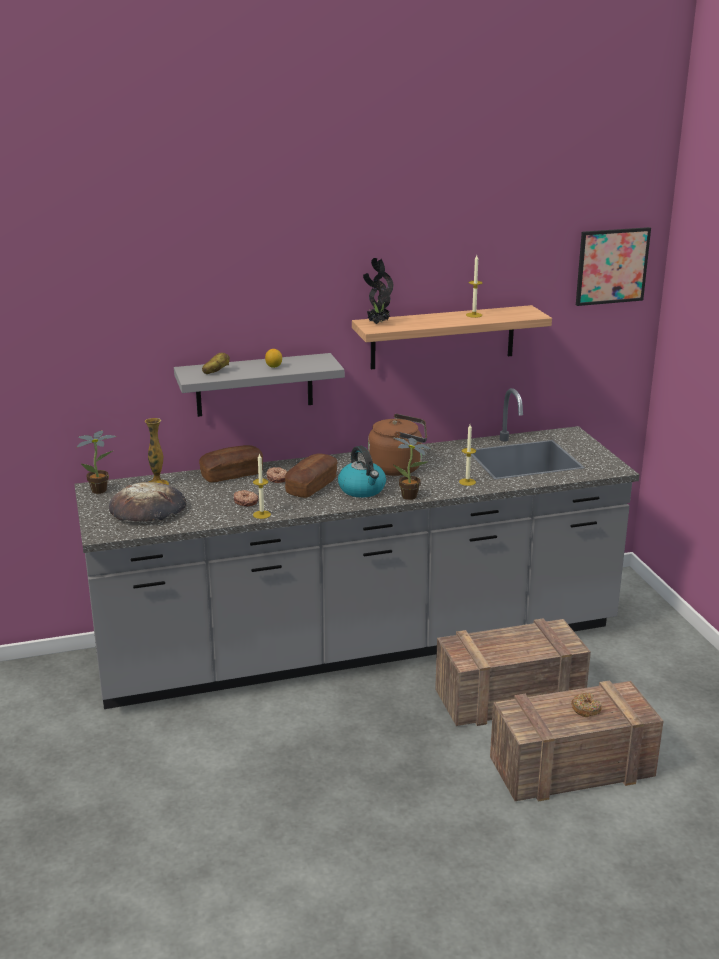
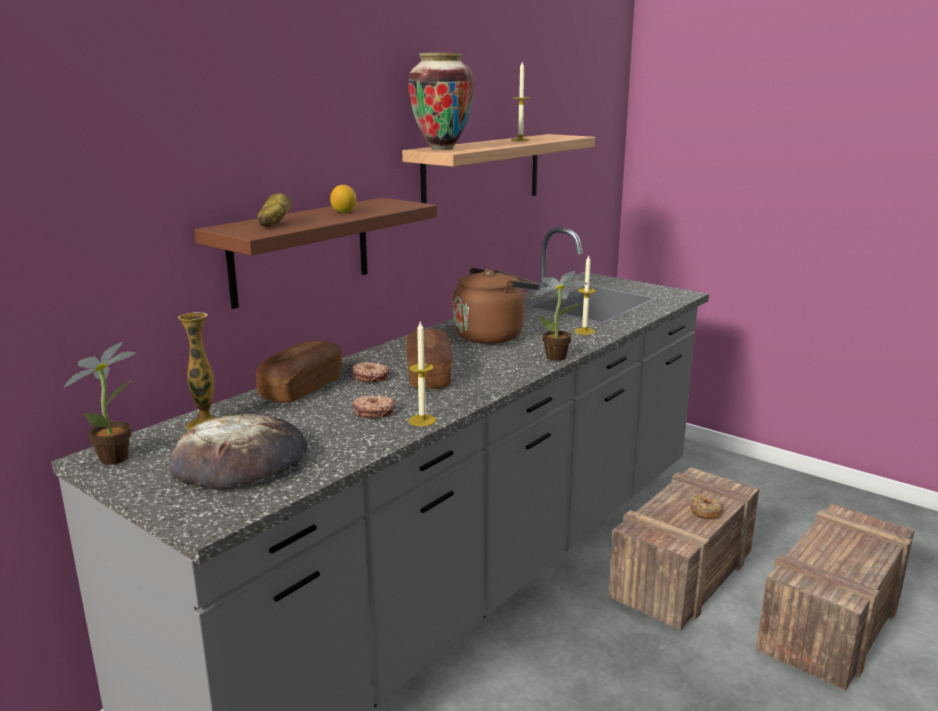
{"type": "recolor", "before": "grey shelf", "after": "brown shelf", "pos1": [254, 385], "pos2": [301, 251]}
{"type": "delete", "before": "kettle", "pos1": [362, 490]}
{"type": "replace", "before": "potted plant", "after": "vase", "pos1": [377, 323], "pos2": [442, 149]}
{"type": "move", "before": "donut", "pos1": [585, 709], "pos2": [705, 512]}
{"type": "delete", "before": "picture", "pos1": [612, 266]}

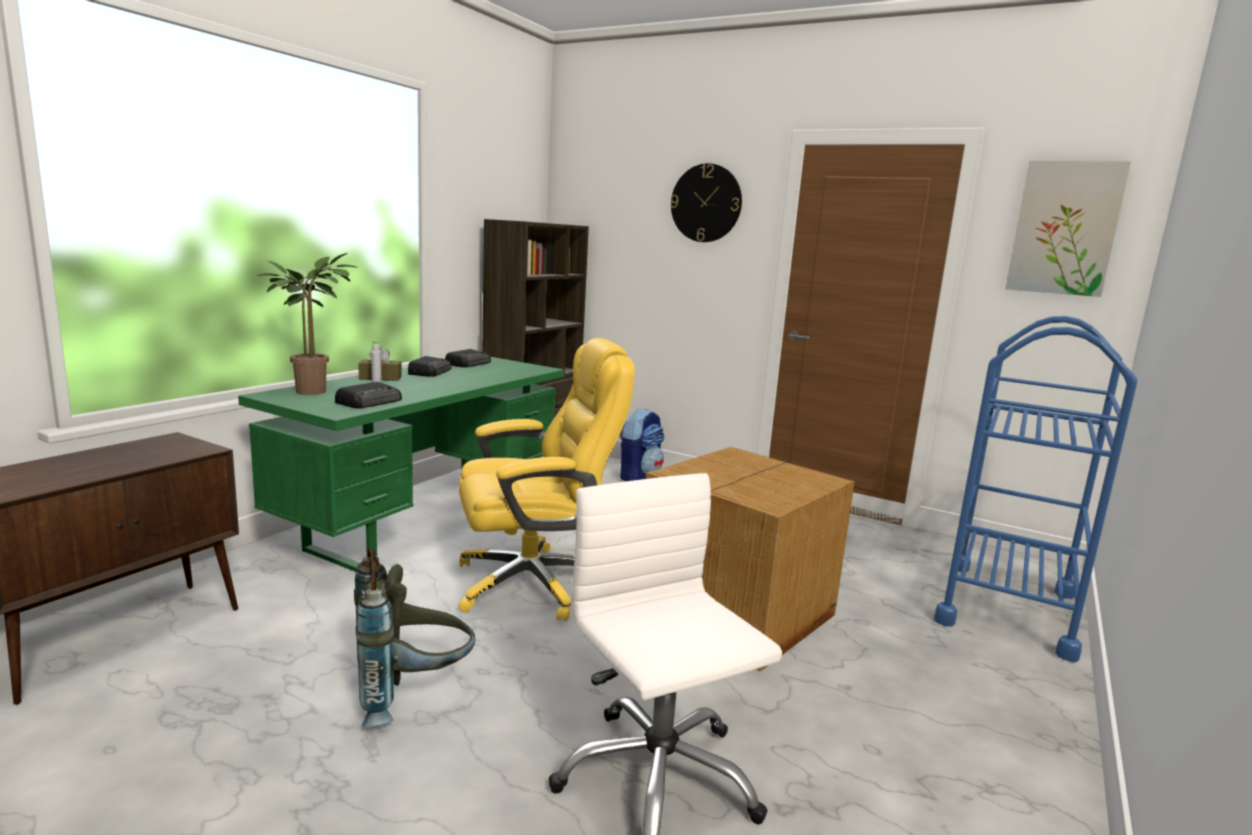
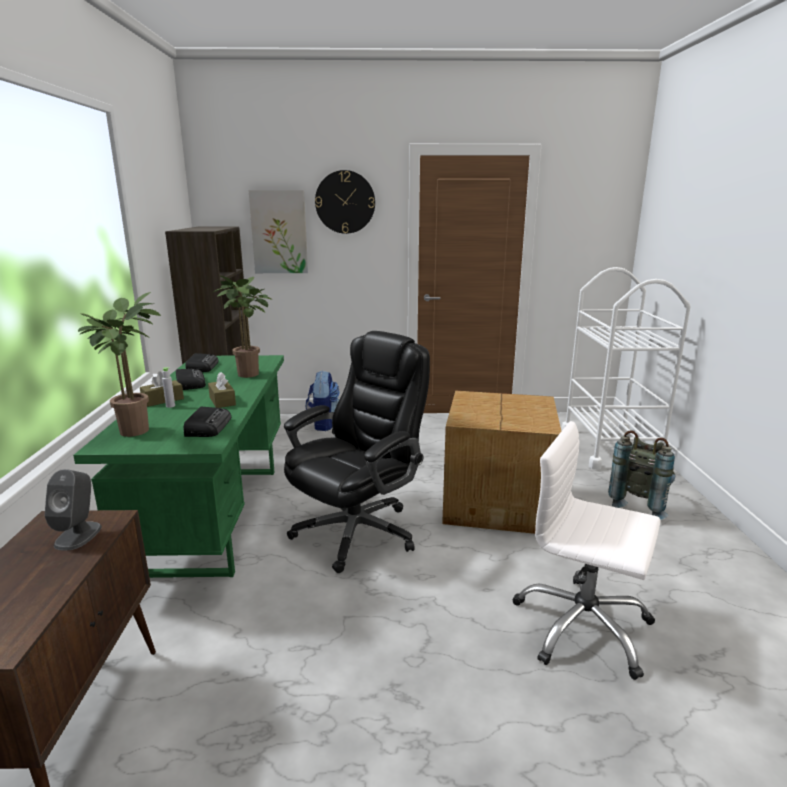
{"type": "move", "before": "grey backpack", "pos1": [413, 695], "pos2": [640, 504]}
{"type": "recolor", "before": "yellow office chair", "after": "black office chair", "pos1": [534, 583], "pos2": [358, 531]}
{"type": "recolor", "before": "blue cart", "after": "white cart", "pos1": [1007, 608], "pos2": [610, 448]}
{"type": "move", "before": "picture", "pos1": [1064, 228], "pos2": [279, 232]}
{"type": "insert", "after": "grey speaker", "pos2": [78, 535]}
{"type": "insert", "after": "brown tissue box", "pos2": [222, 401]}
{"type": "insert", "after": "potted plant", "pos2": [250, 375]}

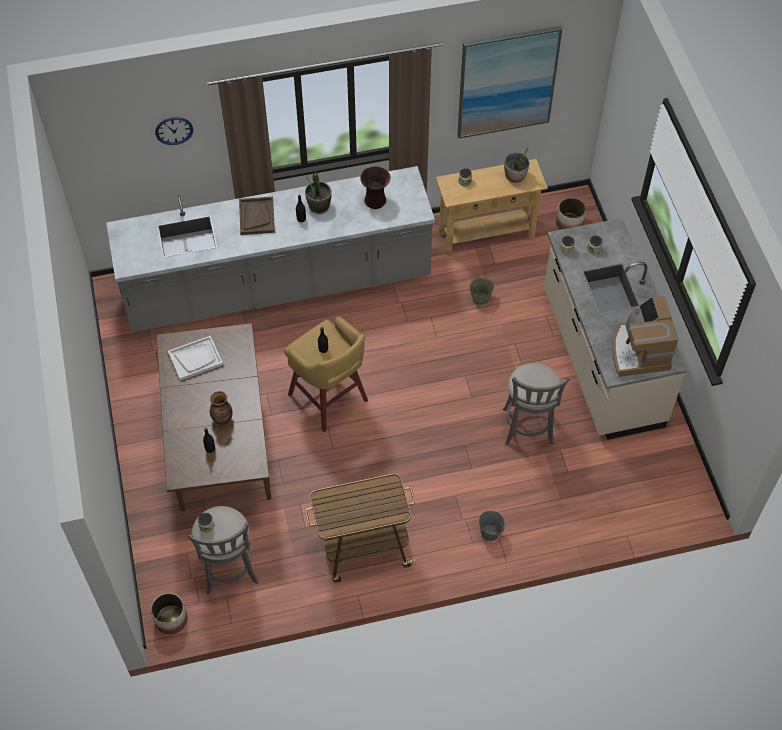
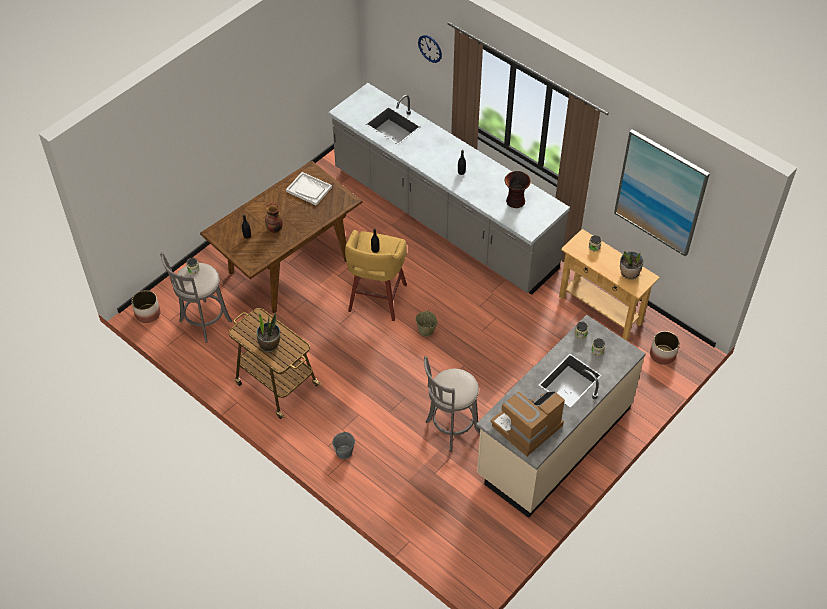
{"type": "delete", "before": "brown tray", "pos1": [256, 216]}
{"type": "move", "before": "potted plant", "pos1": [319, 206], "pos2": [269, 344]}
{"type": "move", "before": "beige bucket", "pos1": [481, 298], "pos2": [426, 330]}

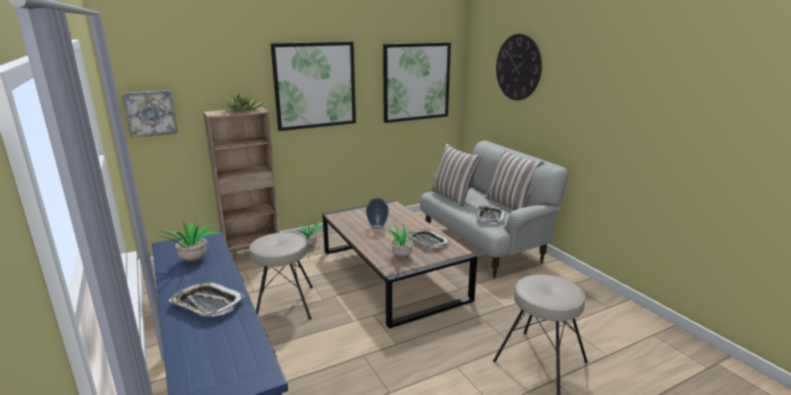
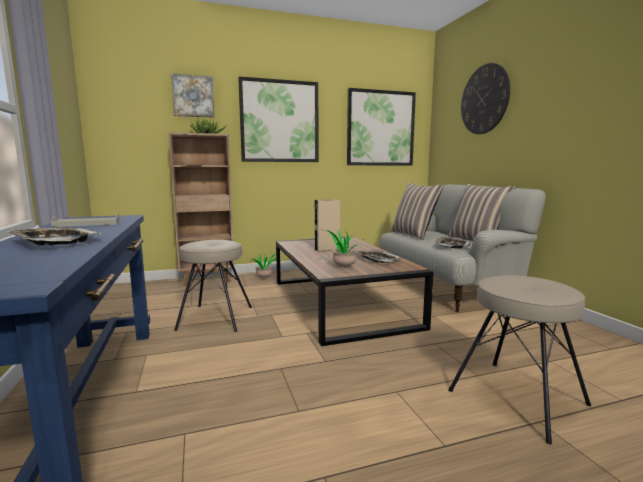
{"type": "move", "before": "picture", "pos1": [150, 113], "pos2": [193, 96]}
{"type": "replace", "before": "potted plant", "after": "grey tray", "pos1": [193, 261], "pos2": [87, 224]}
{"type": "replace", "before": "vase", "after": "beige speaker", "pos1": [378, 227], "pos2": [327, 249]}

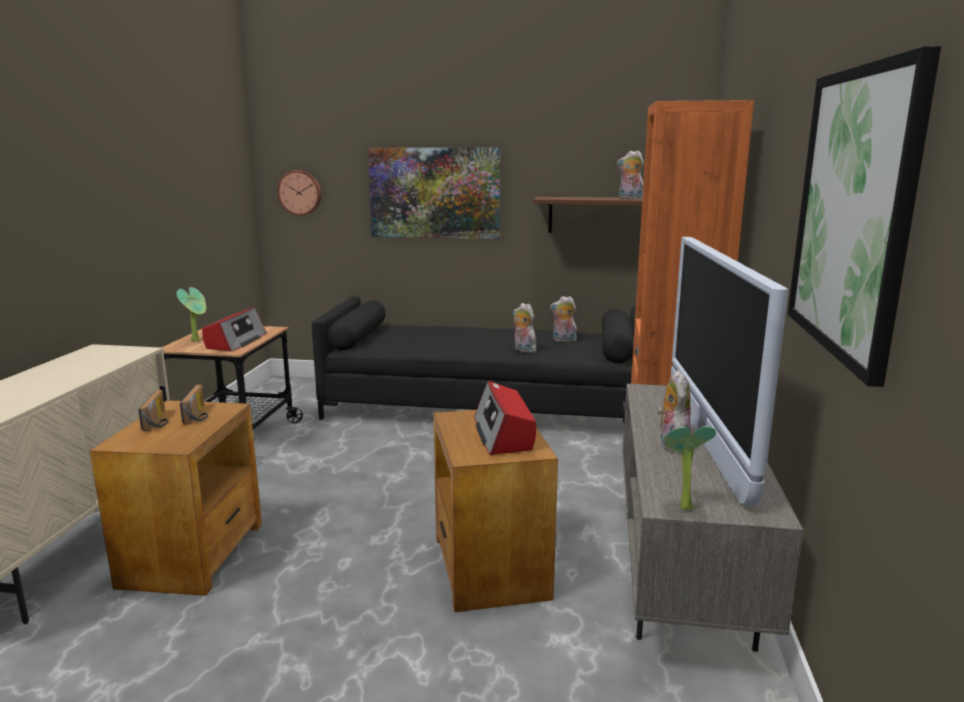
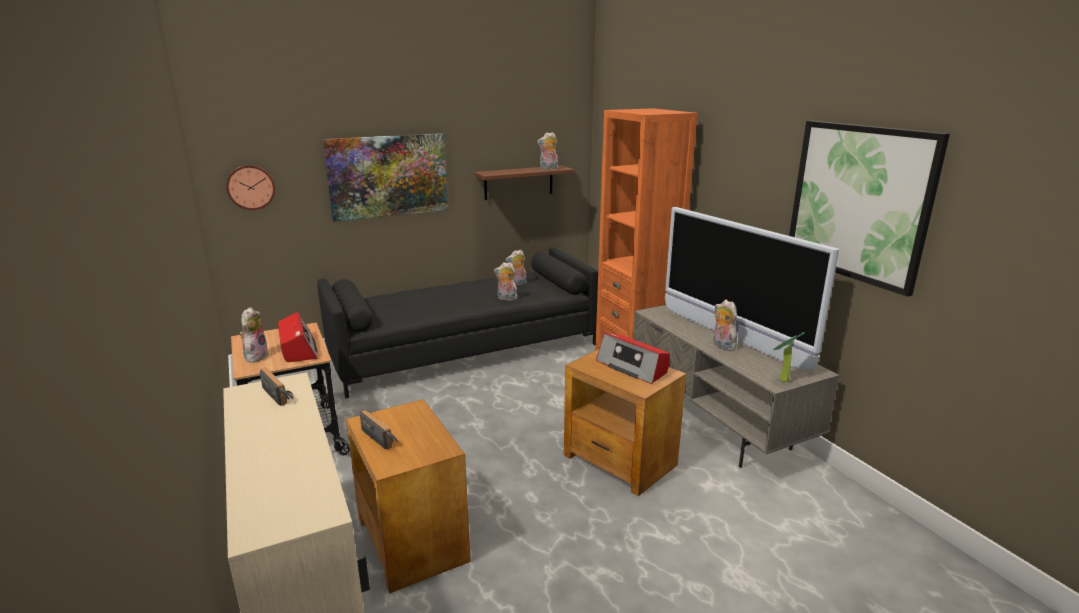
{"type": "replace", "before": "potted plant", "after": "plush toy", "pos1": [197, 340], "pos2": [256, 356]}
{"type": "move", "before": "radio", "pos1": [199, 415], "pos2": [280, 395]}

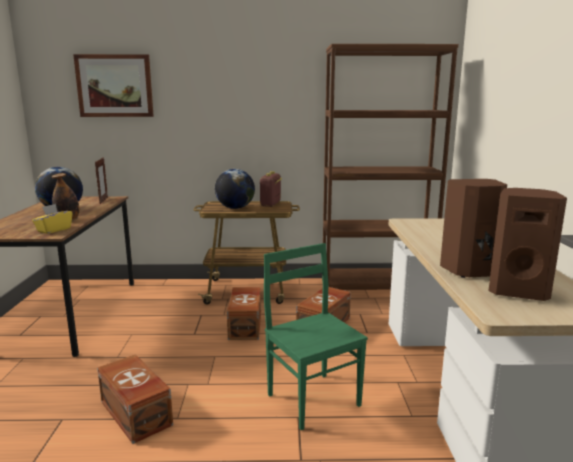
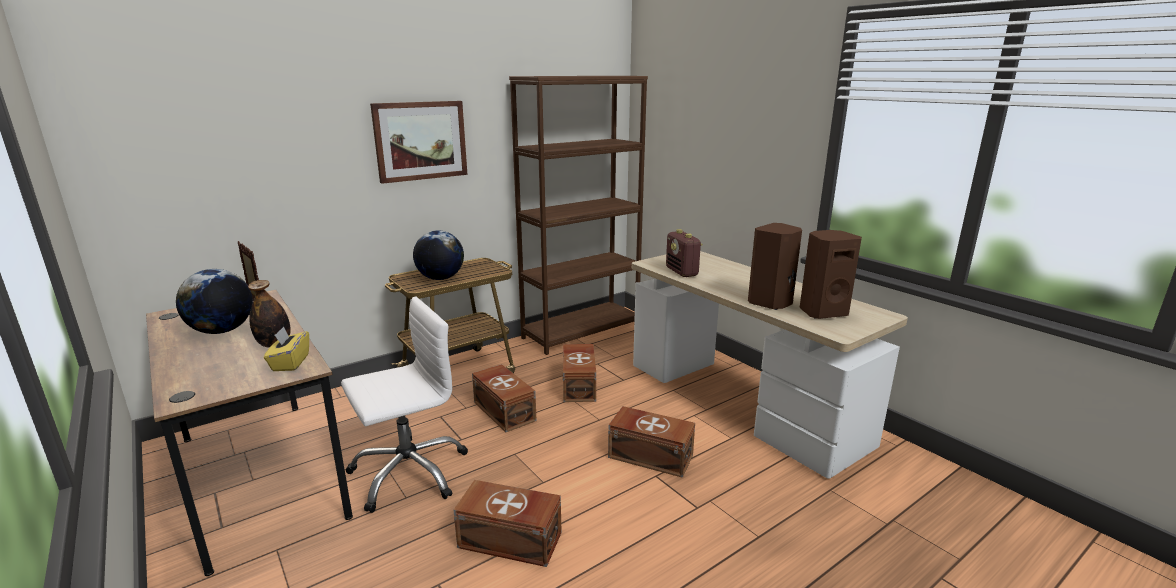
{"type": "move", "before": "picture", "pos1": [115, 86], "pos2": [420, 141]}
{"type": "move", "before": "radio", "pos1": [270, 204], "pos2": [682, 272]}
{"type": "replace", "before": "green chair", "after": "brown storage box", "pos1": [314, 399], "pos2": [649, 455]}
{"type": "insert", "after": "white office chair", "pos2": [409, 472]}

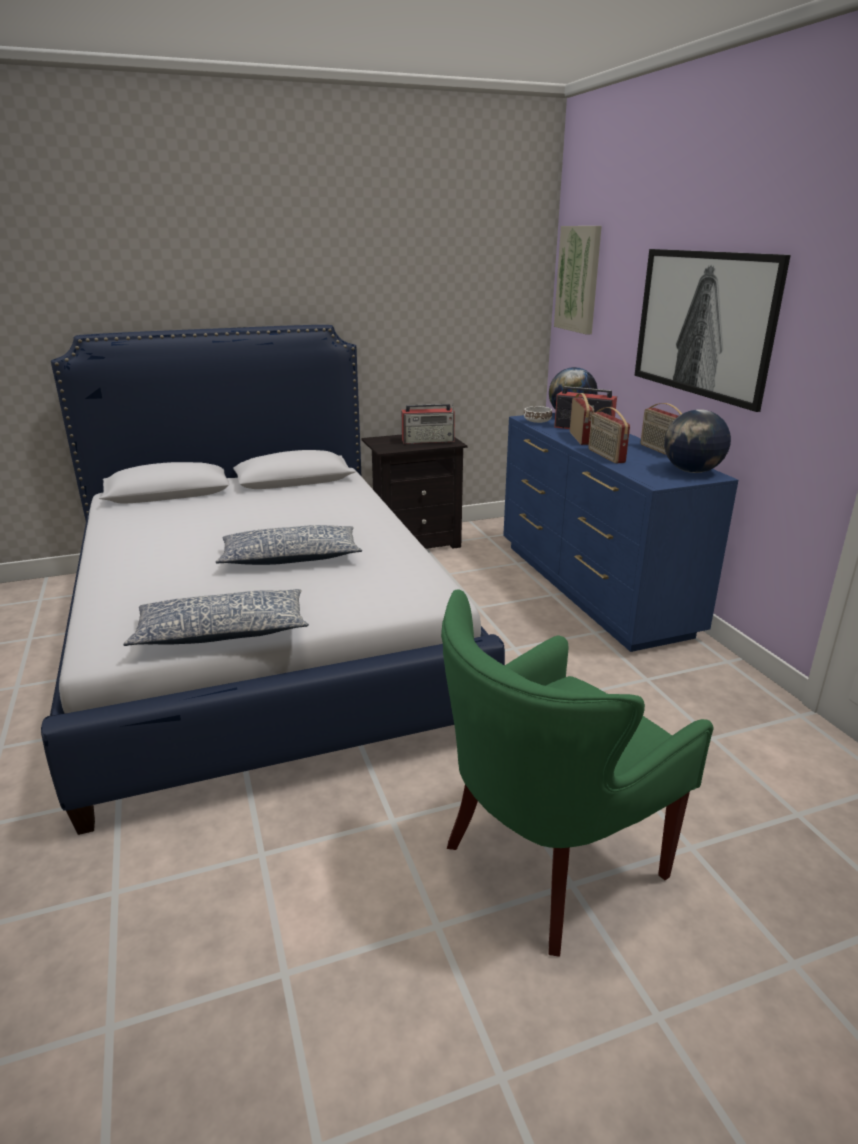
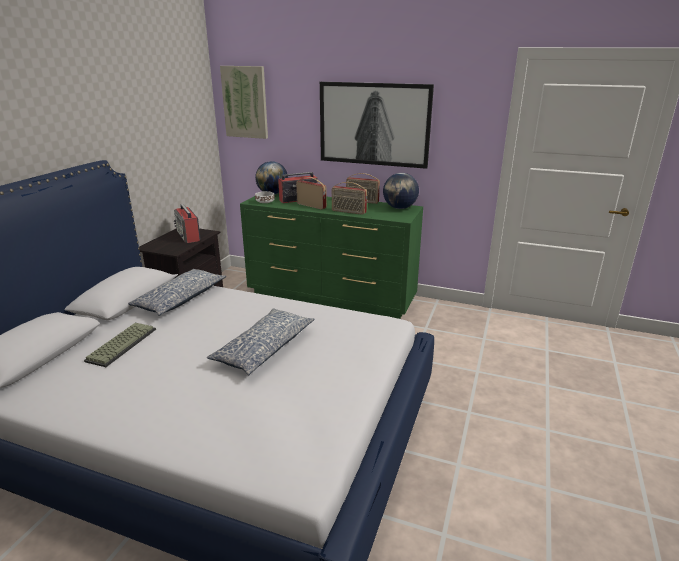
{"type": "move", "before": "pillow", "pos1": [222, 632], "pos2": [180, 299]}
{"type": "rotate", "before": "radio", "pos1": [428, 441], "pos2": [188, 236], "turn": 120}
{"type": "delete", "before": "green armchair", "pos1": [547, 862]}
{"type": "recolor", "before": "blue dresser", "after": "green dresser", "pos1": [591, 588], "pos2": [332, 296]}
{"type": "insert", "after": "keyboard", "pos2": [121, 344]}

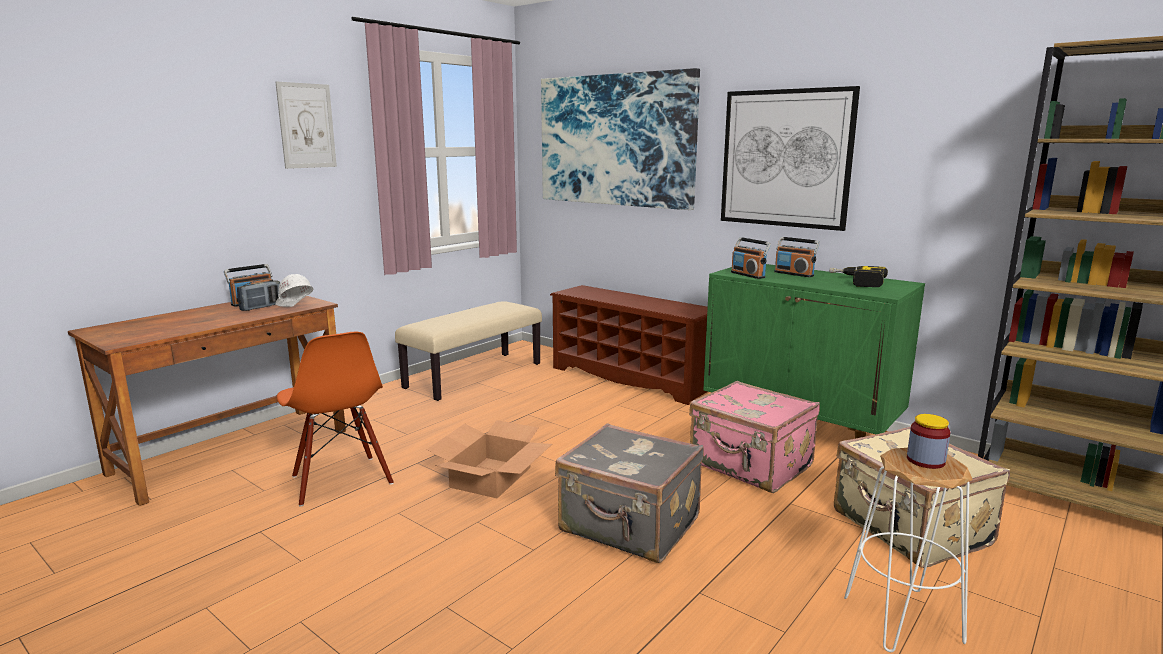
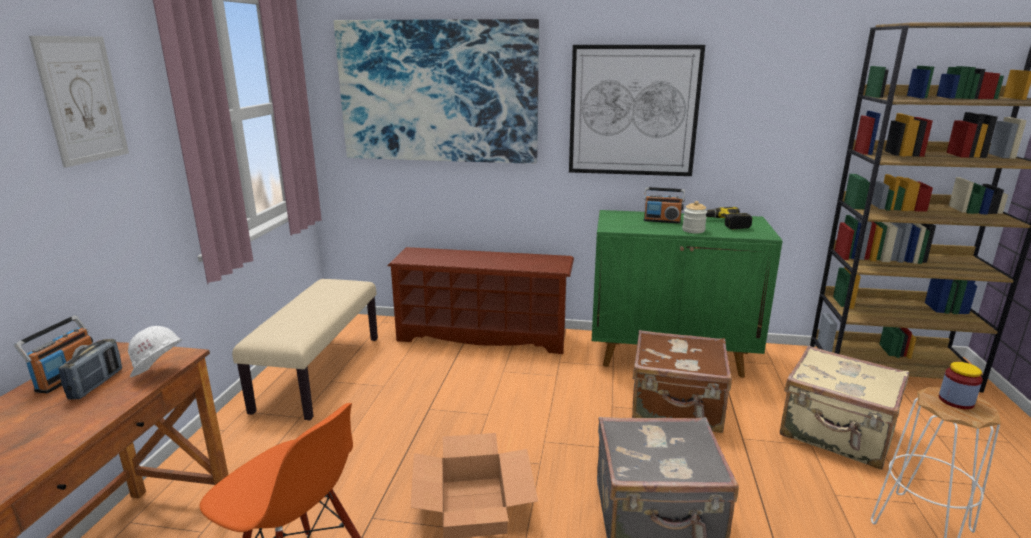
{"type": "recolor", "before": "pink suitcase", "after": "brown suitcase", "pos1": [750, 466], "pos2": [676, 408]}
{"type": "delete", "before": "radio", "pos1": [748, 275]}
{"type": "insert", "after": "jar", "pos2": [693, 230]}

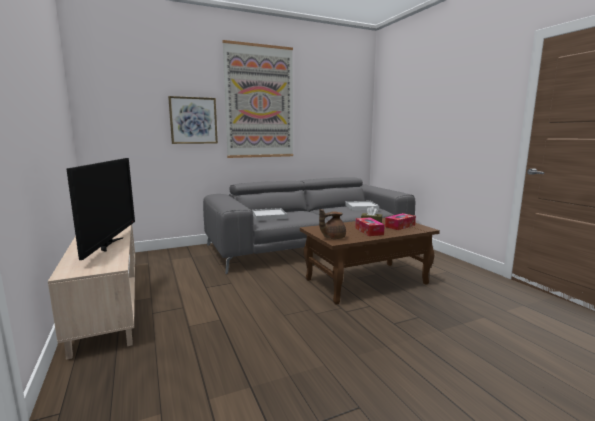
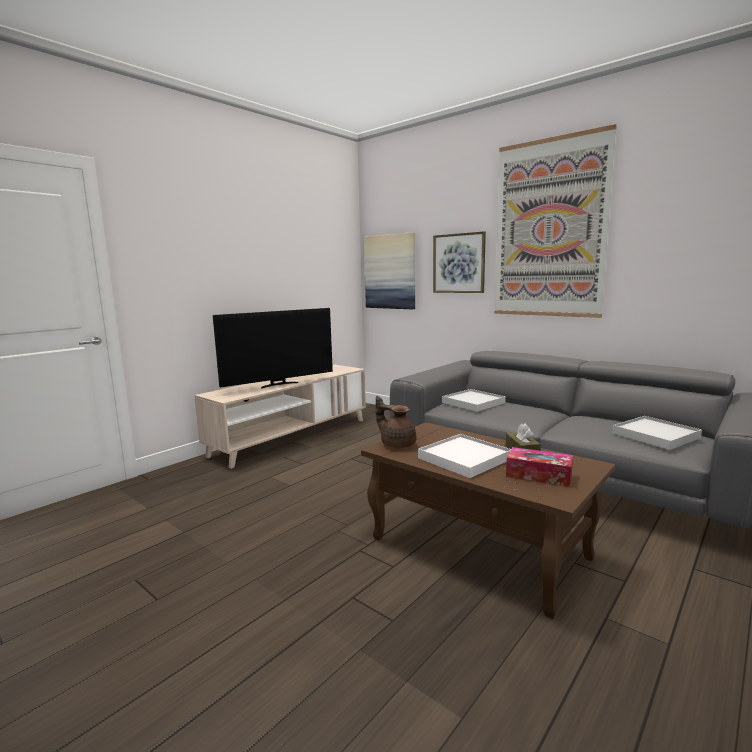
{"type": "replace", "before": "tissue box", "after": "white tray", "pos1": [369, 231], "pos2": [464, 459]}
{"type": "insert", "after": "picture", "pos2": [390, 272]}

